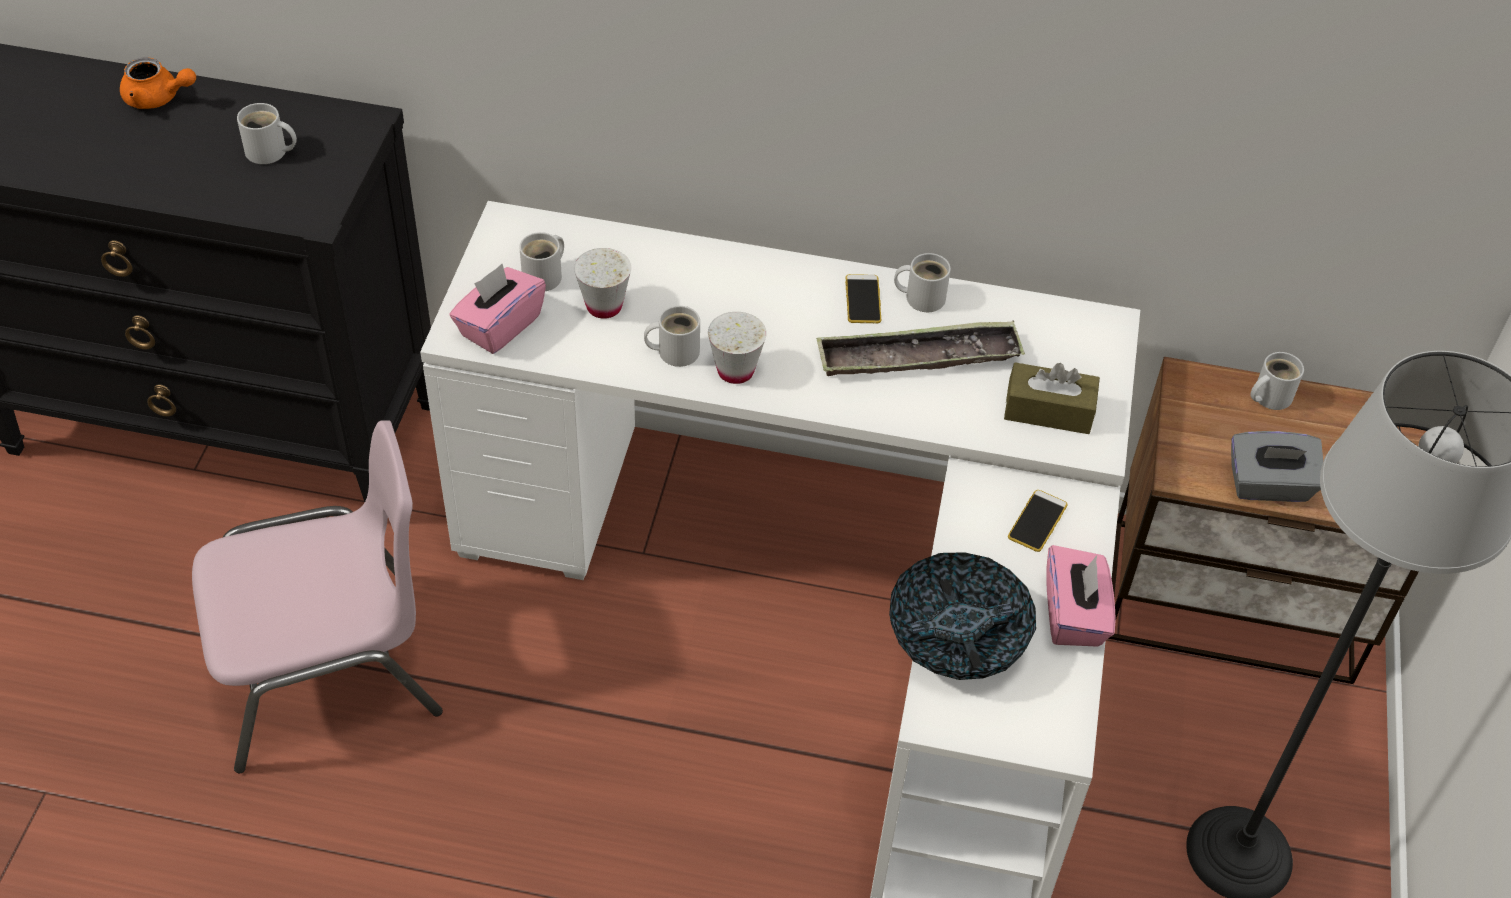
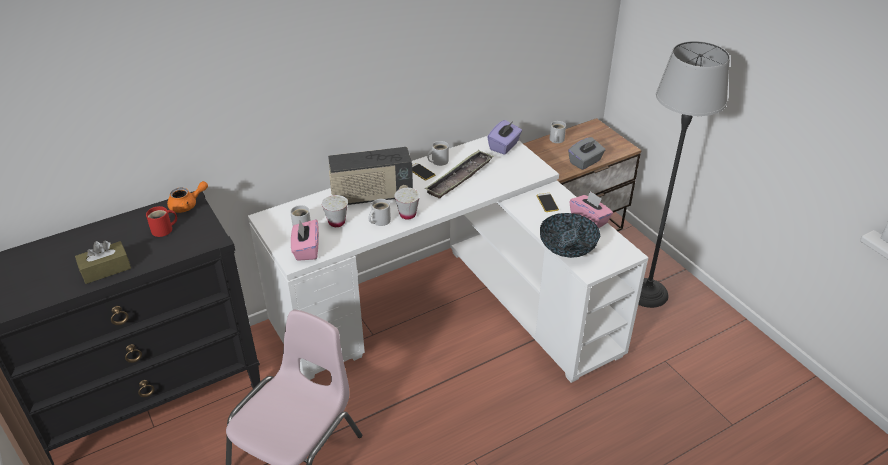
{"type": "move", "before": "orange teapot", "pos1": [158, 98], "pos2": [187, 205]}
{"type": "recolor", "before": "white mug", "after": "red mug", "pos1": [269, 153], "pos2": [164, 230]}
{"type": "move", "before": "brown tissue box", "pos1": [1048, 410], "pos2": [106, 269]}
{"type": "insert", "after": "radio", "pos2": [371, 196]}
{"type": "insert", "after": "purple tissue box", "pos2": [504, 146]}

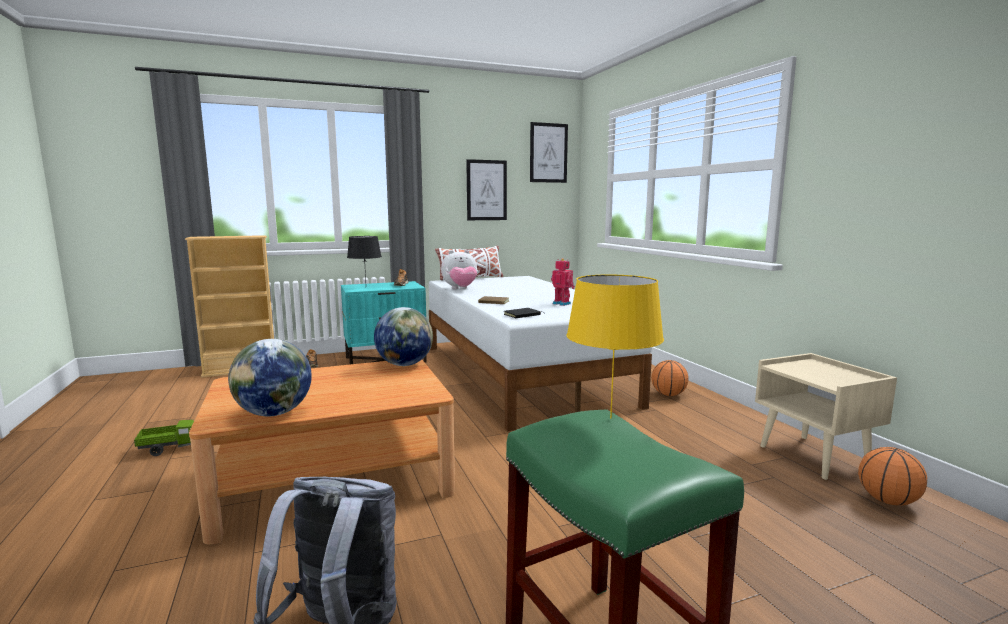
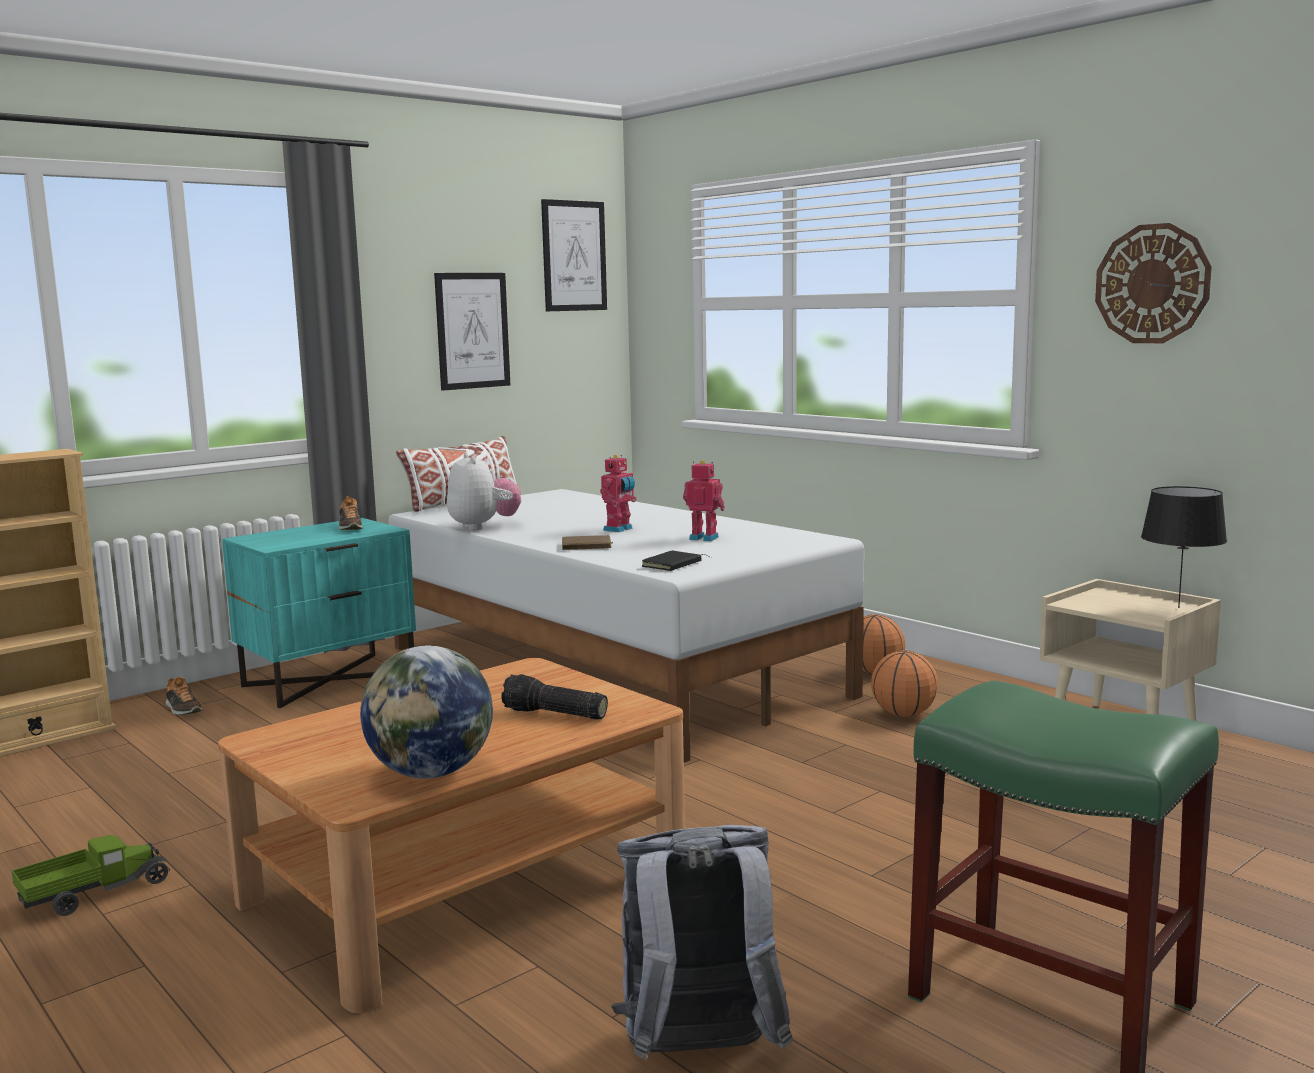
{"type": "move", "before": "black table lamp", "pos1": [366, 287], "pos2": [1179, 607]}
{"type": "delete", "before": "globe", "pos1": [405, 364]}
{"type": "rotate", "before": "plush toy", "pos1": [460, 289], "pos2": [483, 526], "turn": -75}
{"type": "delete", "before": "yellow table lamp", "pos1": [610, 418]}
{"type": "move", "before": "basketball", "pos1": [887, 501], "pos2": [903, 714]}
{"type": "insert", "after": "flashlight", "pos2": [553, 714]}
{"type": "insert", "after": "toy robot", "pos2": [619, 529]}
{"type": "insert", "after": "wall clock", "pos2": [1152, 284]}

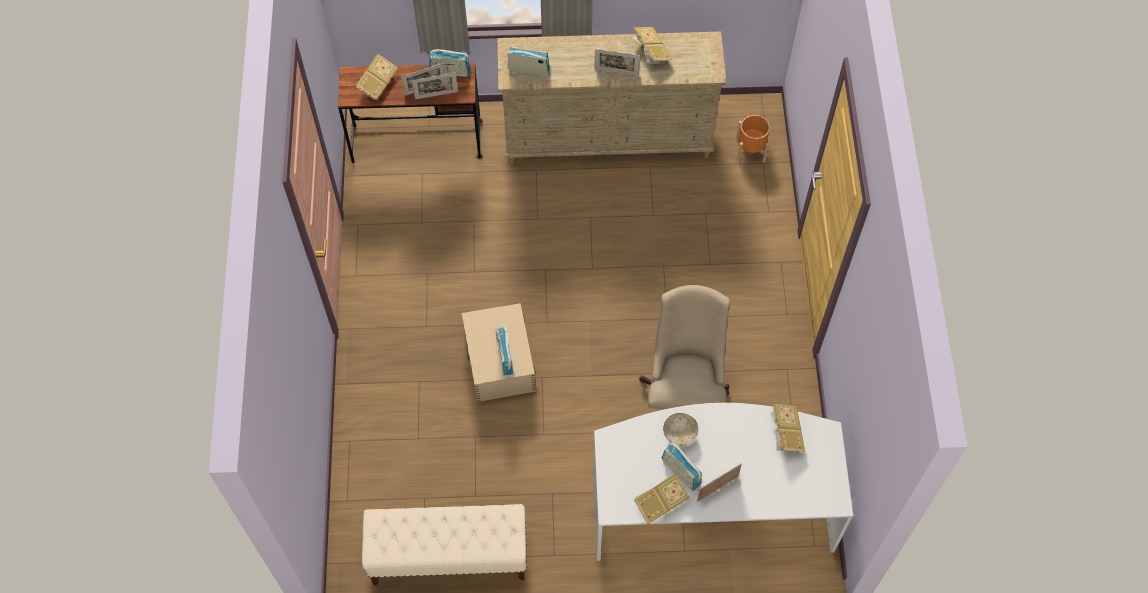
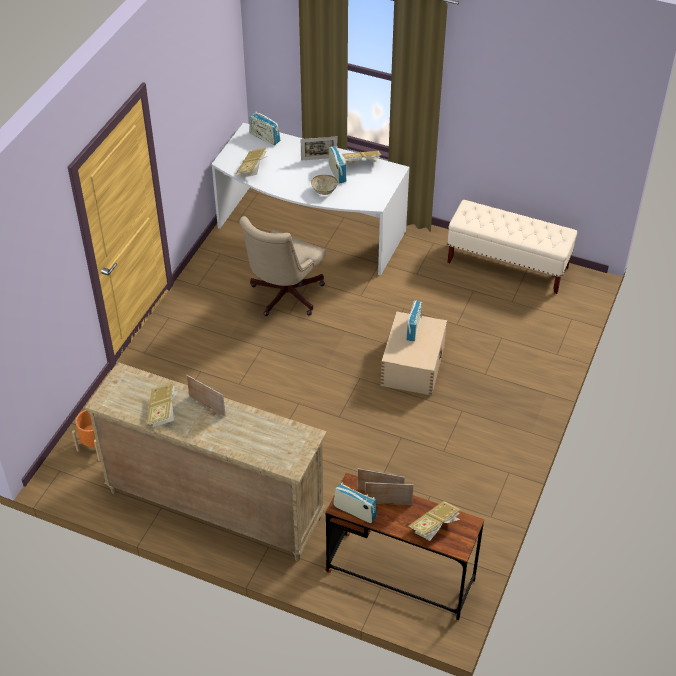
{"type": "move", "before": "radio", "pos1": [528, 69], "pos2": [265, 138]}

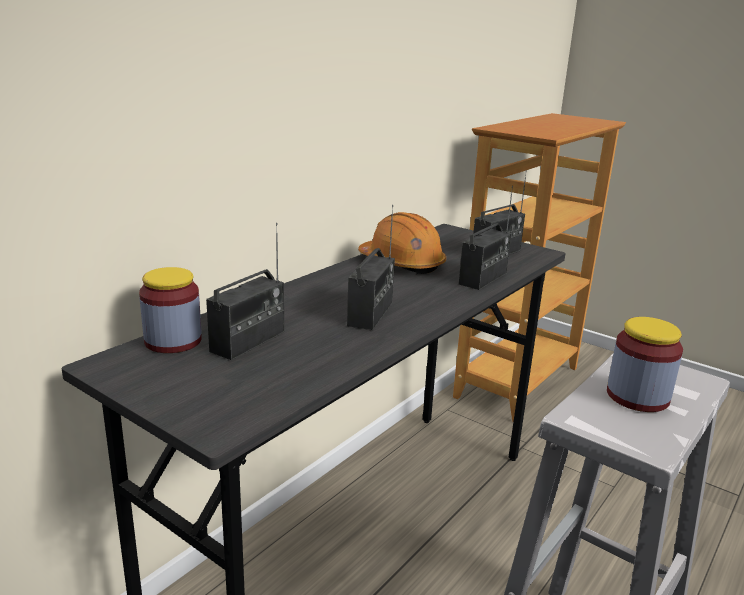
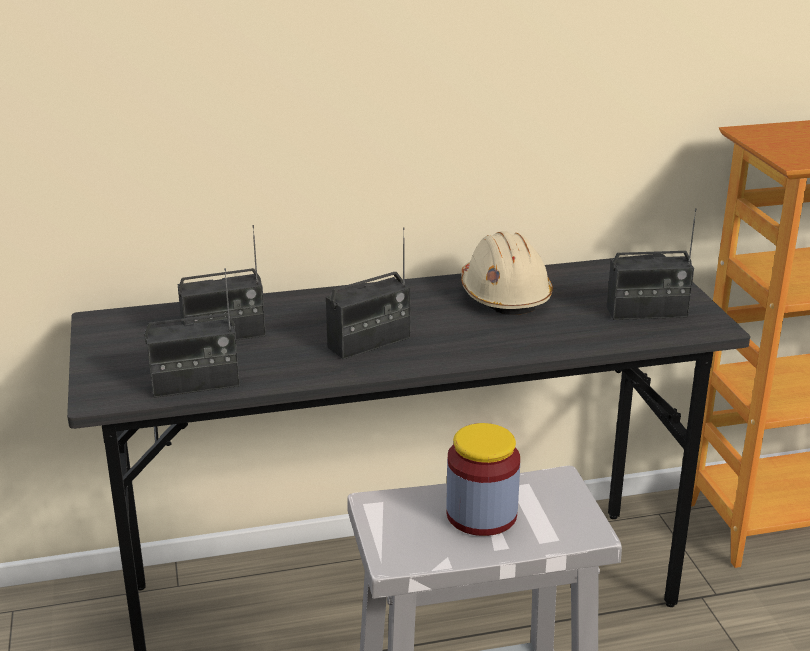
{"type": "delete", "before": "jar", "pos1": [173, 341]}
{"type": "recolor", "before": "orange hard hat", "after": "beige hard hat", "pos1": [402, 263], "pos2": [504, 295]}
{"type": "move", "before": "radio", "pos1": [483, 279], "pos2": [195, 384]}

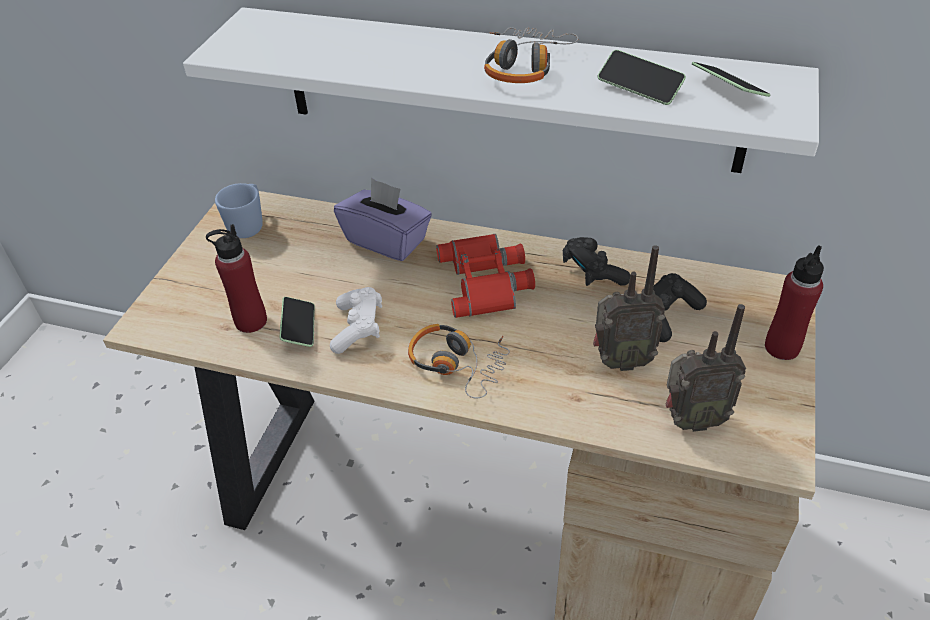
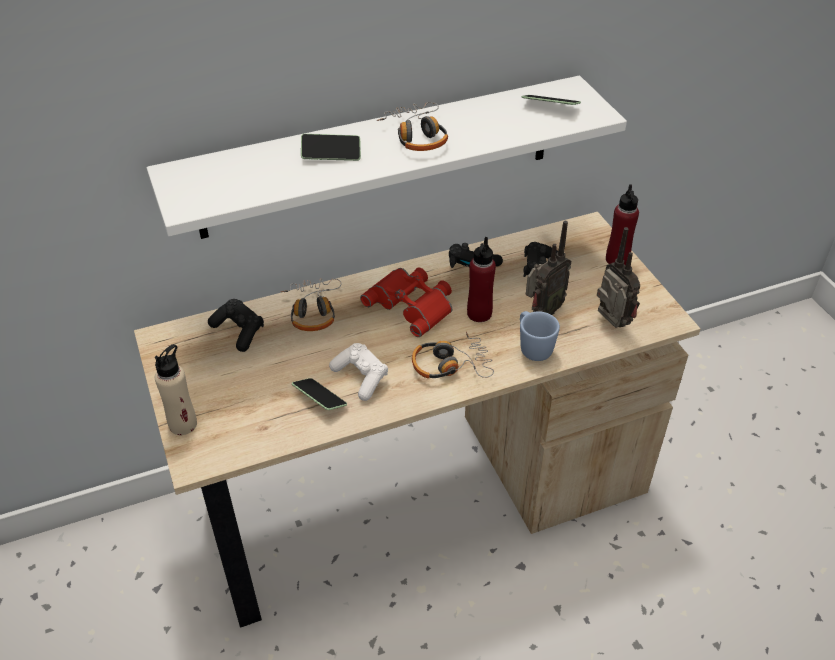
{"type": "move", "before": "red bottle", "pos1": [250, 321], "pos2": [479, 313]}
{"type": "move", "before": "blue mug", "pos1": [249, 225], "pos2": [533, 347]}
{"type": "replace", "before": "purple tissue box", "after": "headphones", "pos1": [387, 240], "pos2": [313, 310]}
{"type": "move", "before": "phone", "pos1": [639, 88], "pos2": [331, 154]}
{"type": "rotate", "before": "radio", "pos1": [691, 420], "pos2": [610, 324], "turn": -75}
{"type": "insert", "after": "beige bottle", "pos2": [183, 424]}
{"type": "insert", "after": "black game controller", "pos2": [239, 331]}

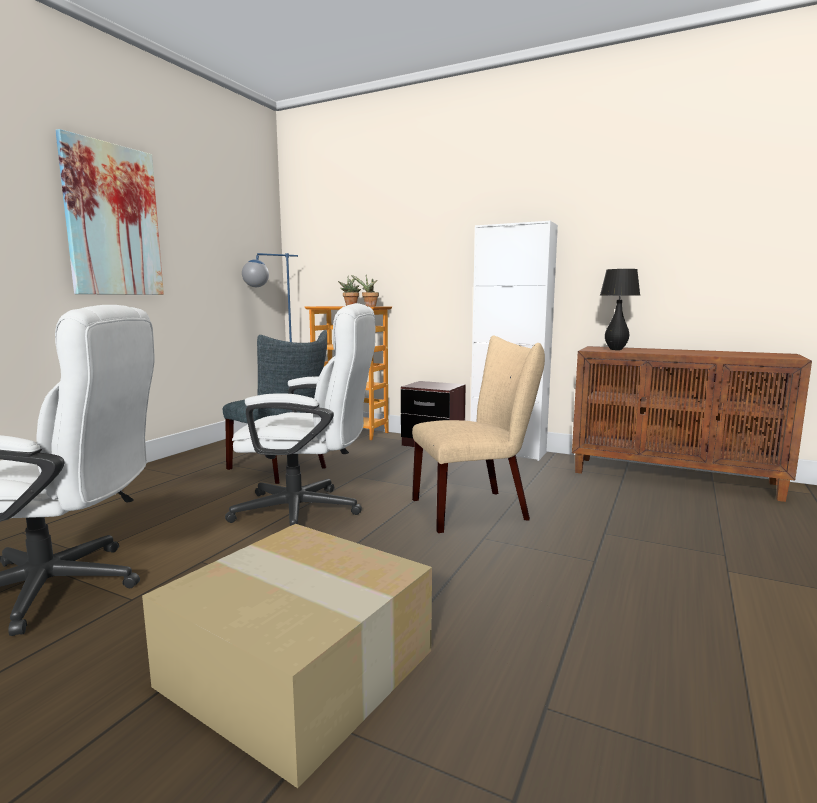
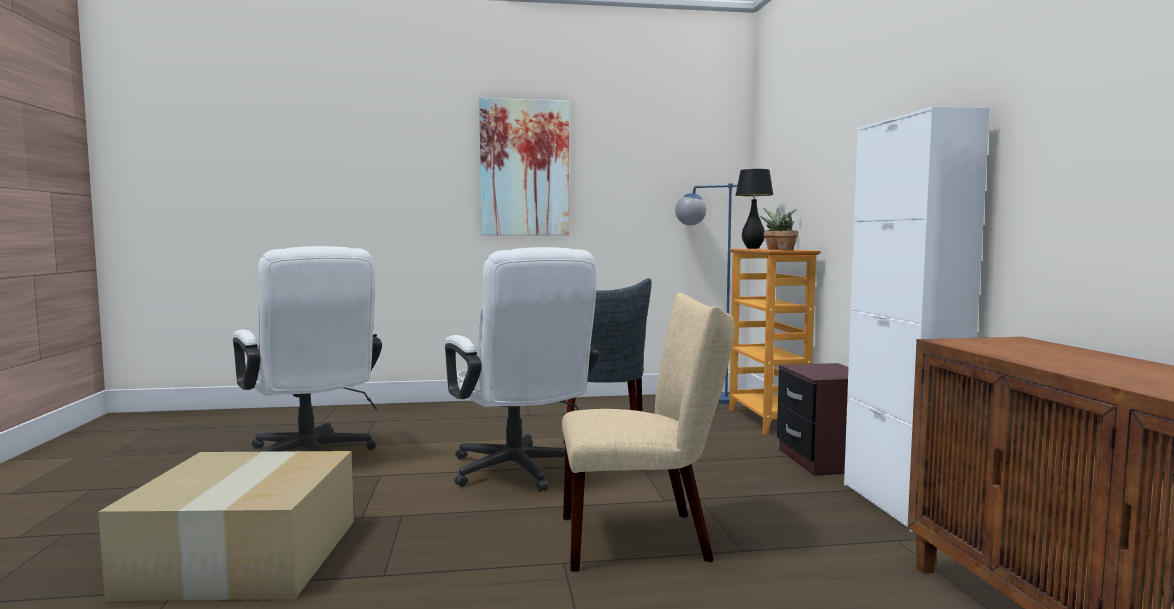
{"type": "rotate", "before": "beige chair", "pos1": [476, 509], "pos2": [644, 538], "turn": -45}
{"type": "move", "before": "black table lamp", "pos1": [615, 349], "pos2": [752, 248]}

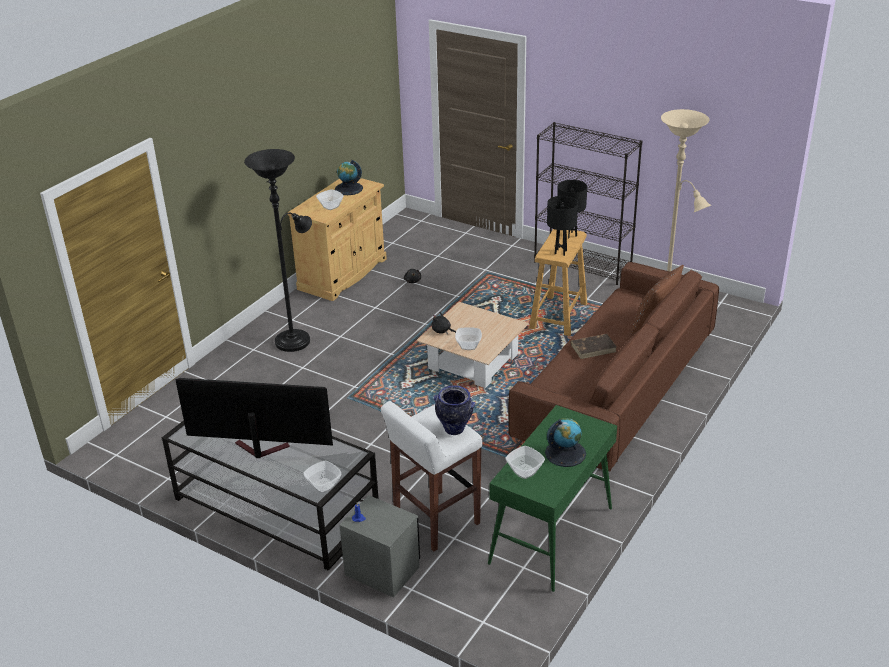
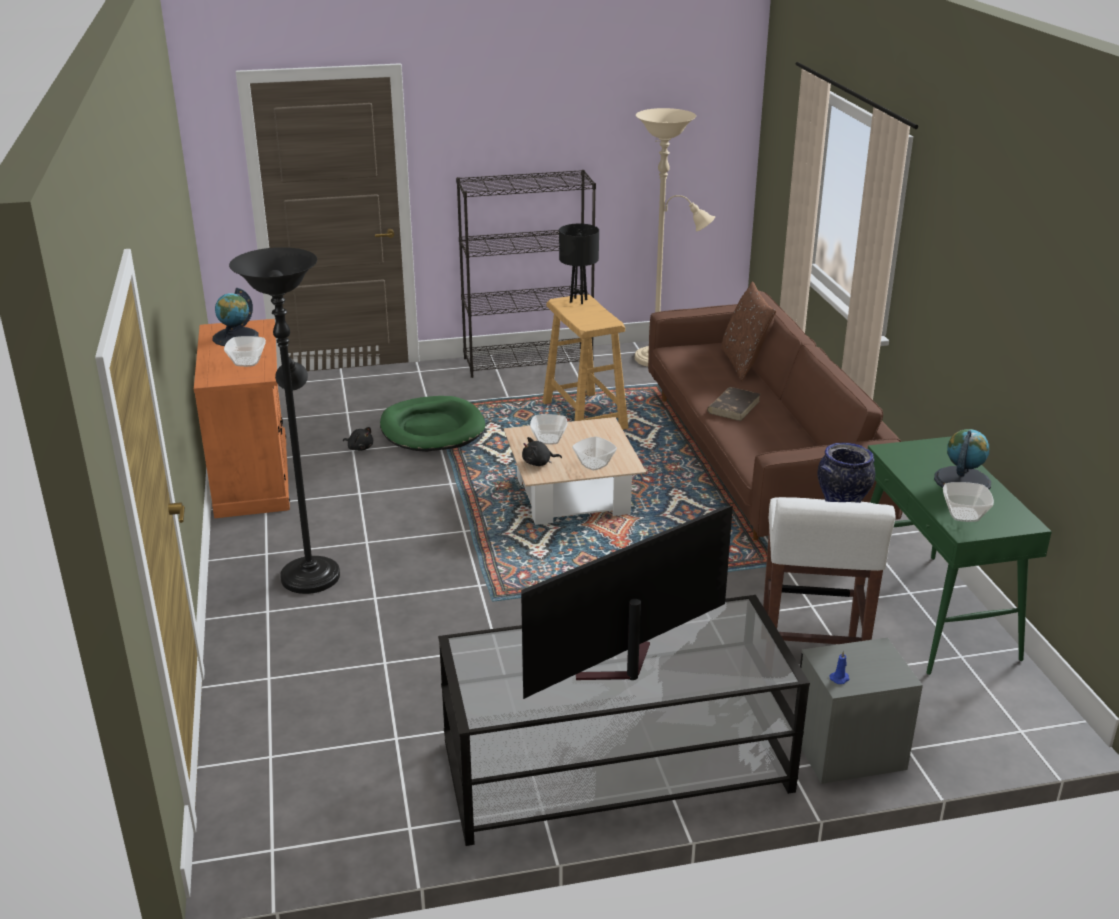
{"type": "recolor", "before": "beige cabinet", "after": "orange cabinet", "pos1": [343, 274], "pos2": [252, 476]}
{"type": "move", "before": "bowl", "pos1": [324, 485], "pos2": [549, 439]}
{"type": "delete", "before": "black table lamp", "pos1": [560, 252]}
{"type": "insert", "after": "green dog bed", "pos2": [432, 429]}

